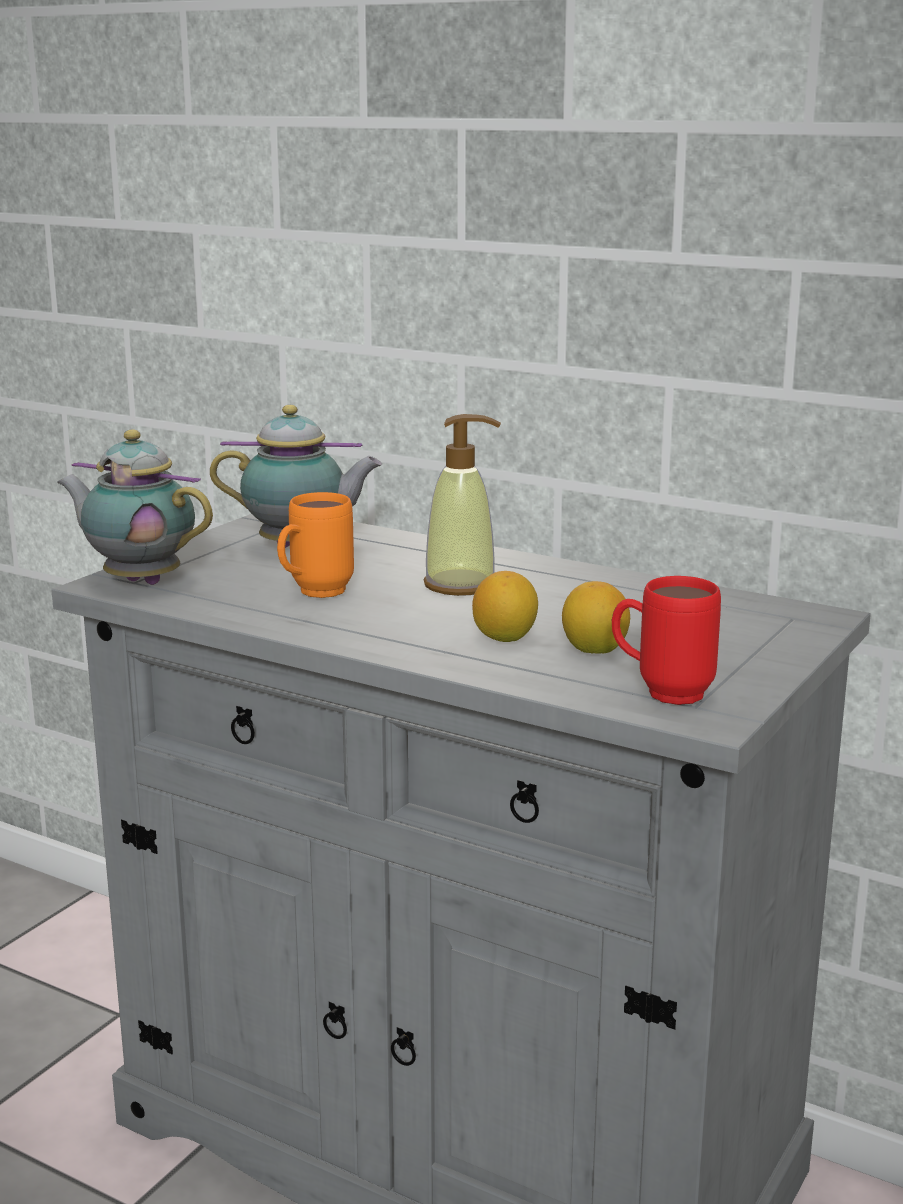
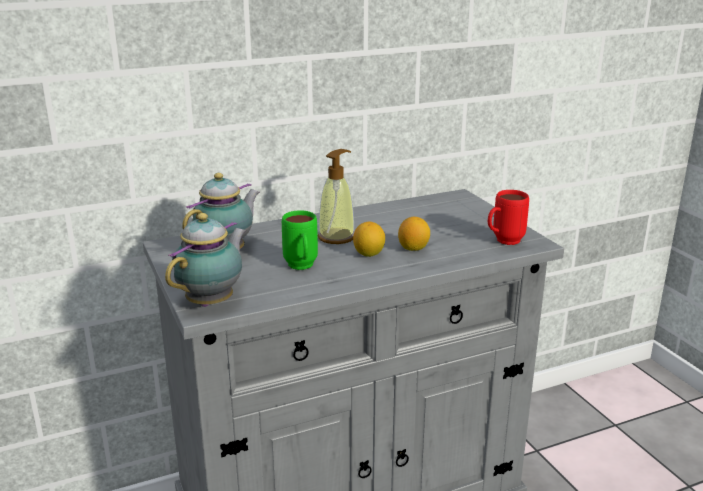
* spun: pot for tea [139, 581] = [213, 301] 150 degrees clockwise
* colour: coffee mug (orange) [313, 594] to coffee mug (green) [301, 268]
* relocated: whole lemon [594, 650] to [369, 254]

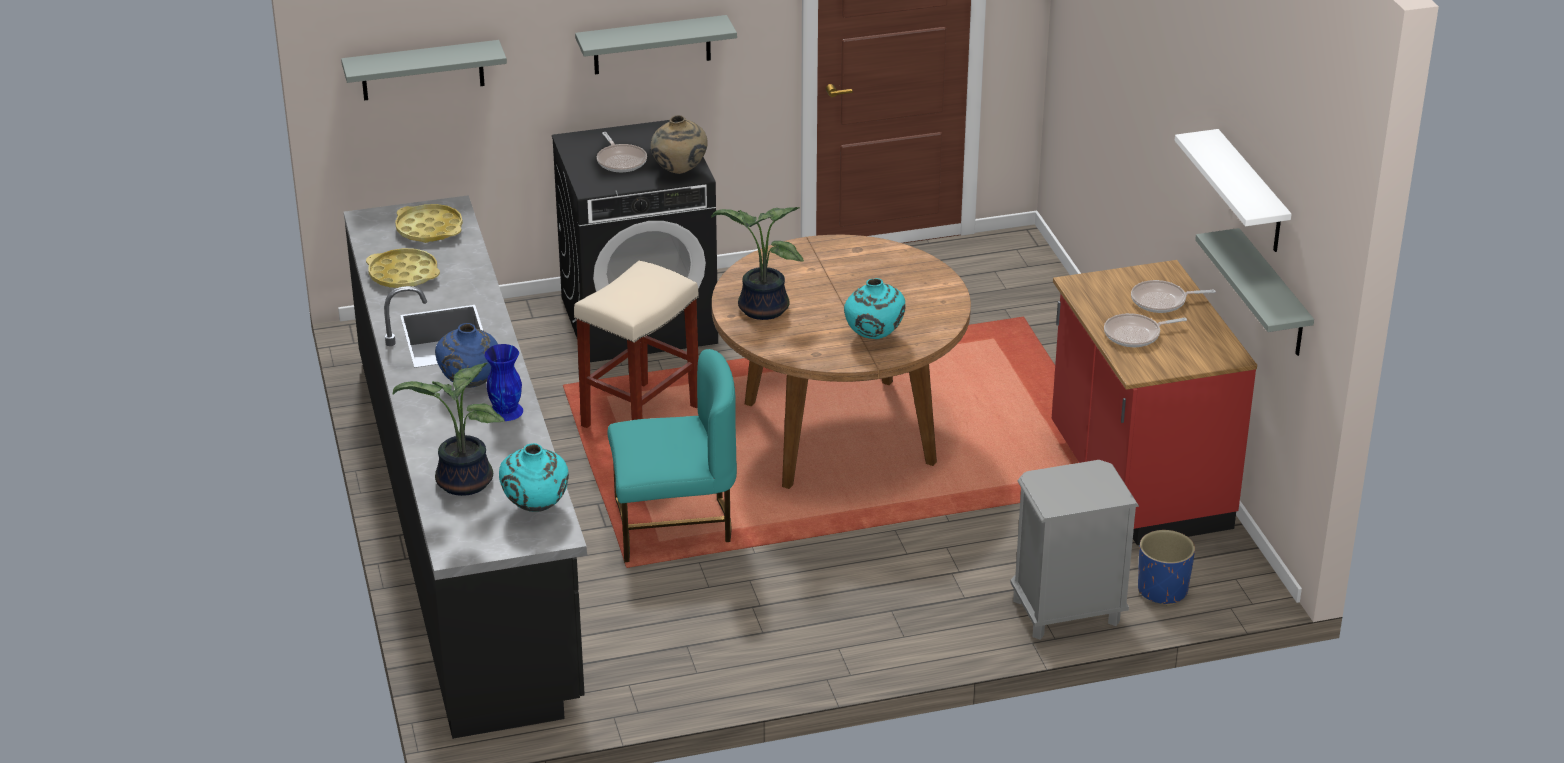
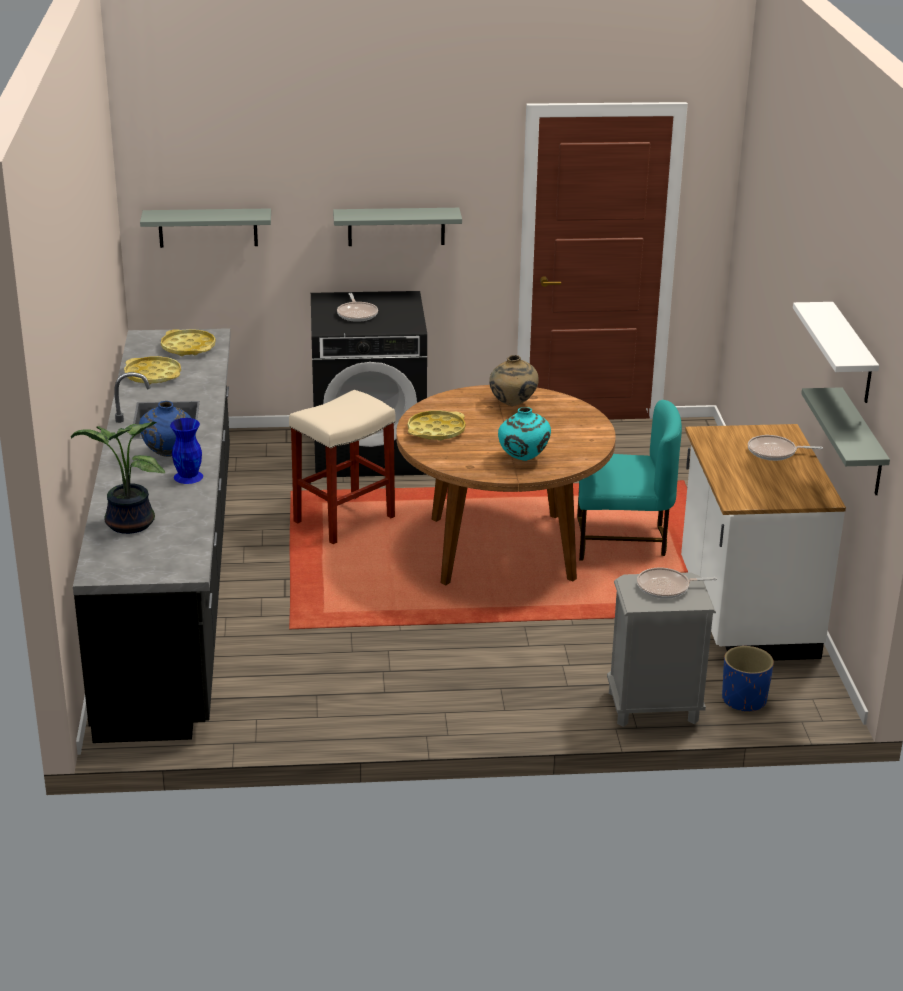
* missing: vase (blue-green) [536, 507]
* relocated: plain chair (blue-green) [673, 526] to [621, 541]
* relocated: vase (sand-coloured) [680, 172] to [513, 405]
* exchanged: houseplant [760, 309] to tray (yellowish) [436, 431]
* colour: kitchen counter (red) [1136, 482] to kitchen counter (whitish) [744, 613]
* relocated: pan [1135, 335] to [666, 587]

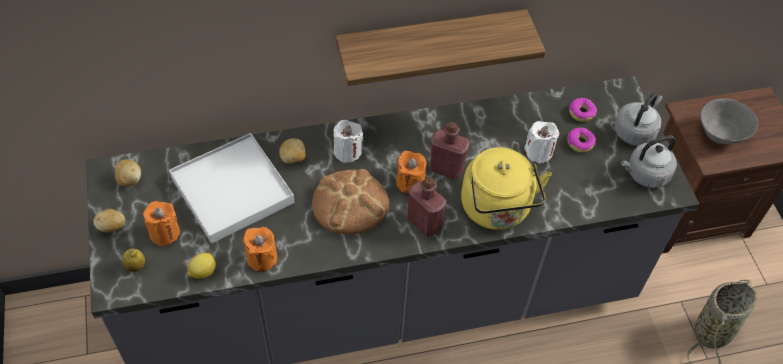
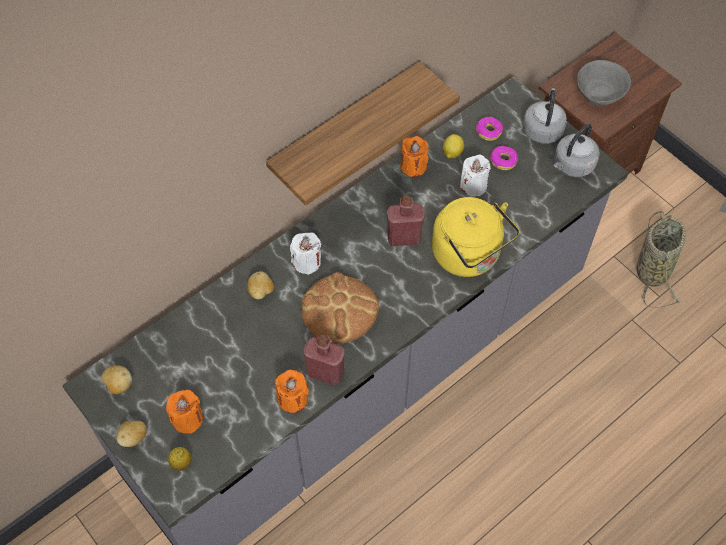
* missing: tray (whitish) [232, 190]
* relocated: whole lemon [202, 272] to [452, 153]
* relocated: wax light (orange) [410, 183] to [413, 166]
* relocated: bottle (red) [424, 222] to [325, 372]

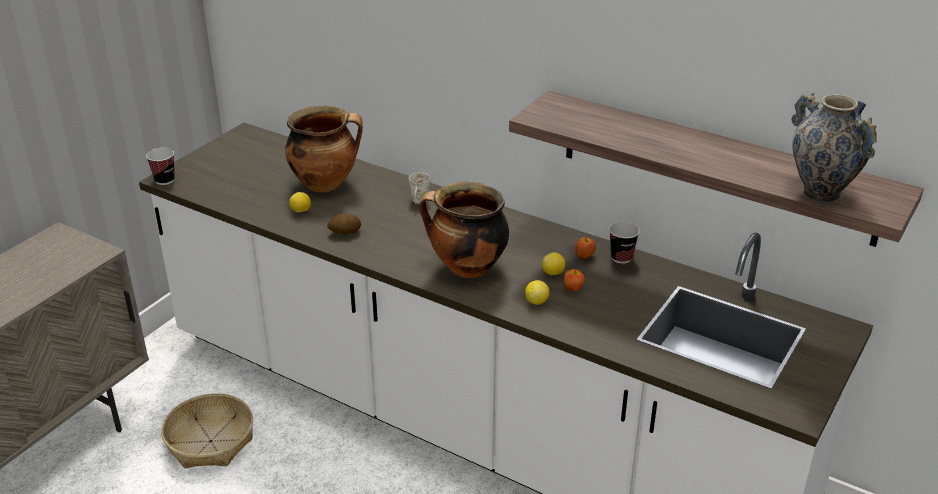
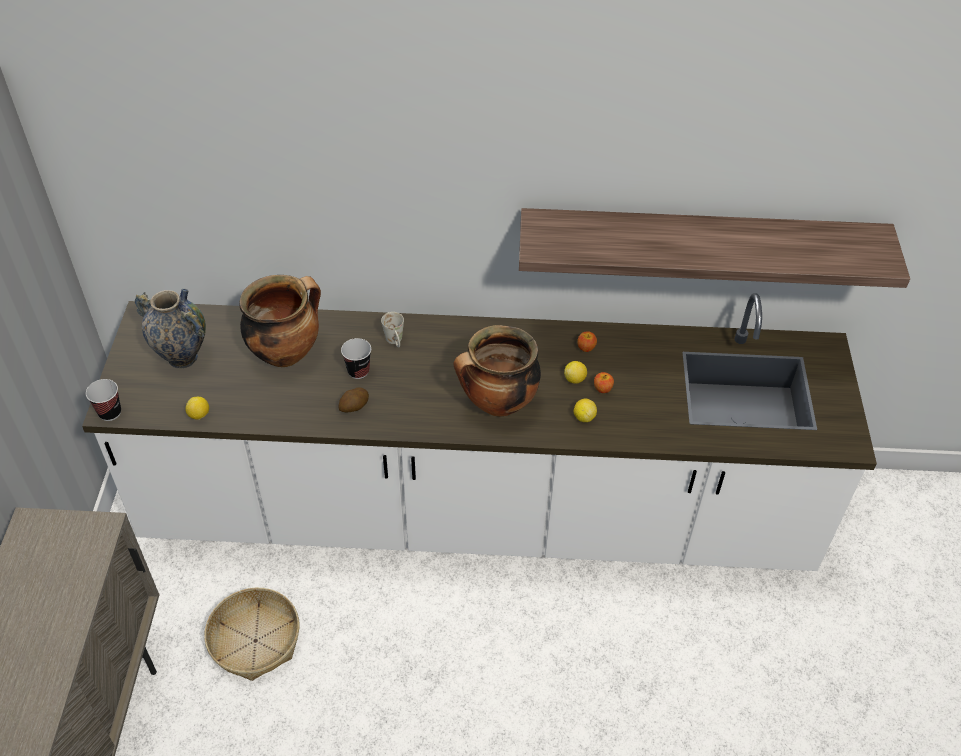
* relocated: whole lemon [300, 211] to [199, 415]
* relocated: cup [621, 257] to [358, 371]
* relocated: vase [821, 192] to [182, 357]

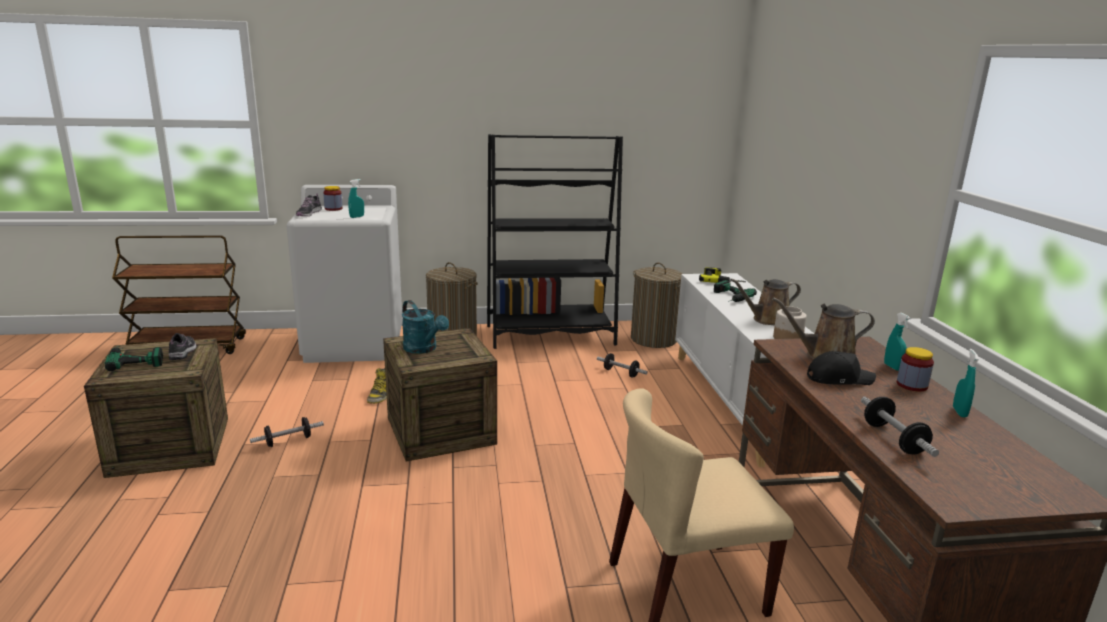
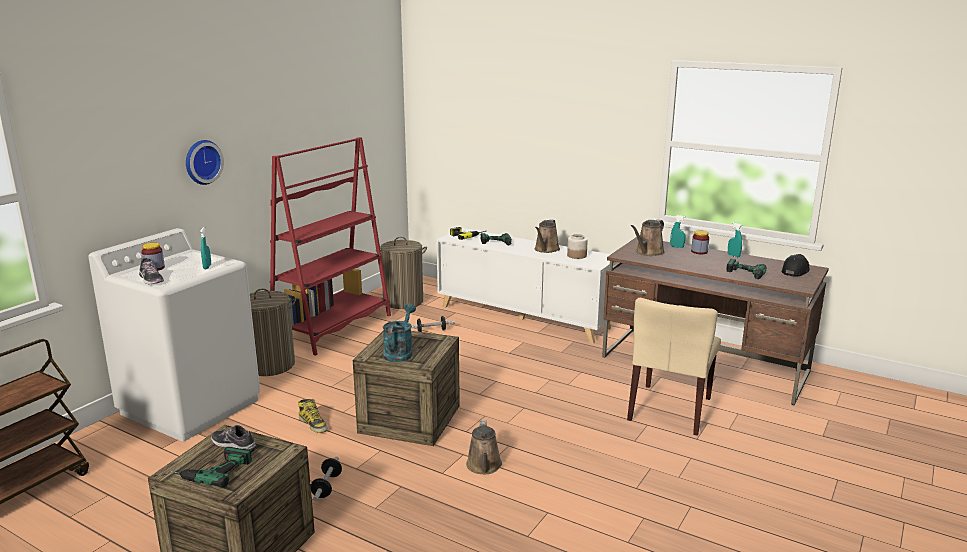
* spun: watering pot (blue-green) [423, 349] = [399, 352] 75 degrees counterclockwise
* colour: bookcase (black-coloured) [550, 335] to bookcase (red) [333, 329]
* relocated: peaked cap (black-coloured) [838, 378] to [795, 271]
* exchanged: dumbbell [893, 439] to electric drill [744, 275]
* appeared: wall clock [202, 162]
* appeared: watering pot (brown) [484, 466]

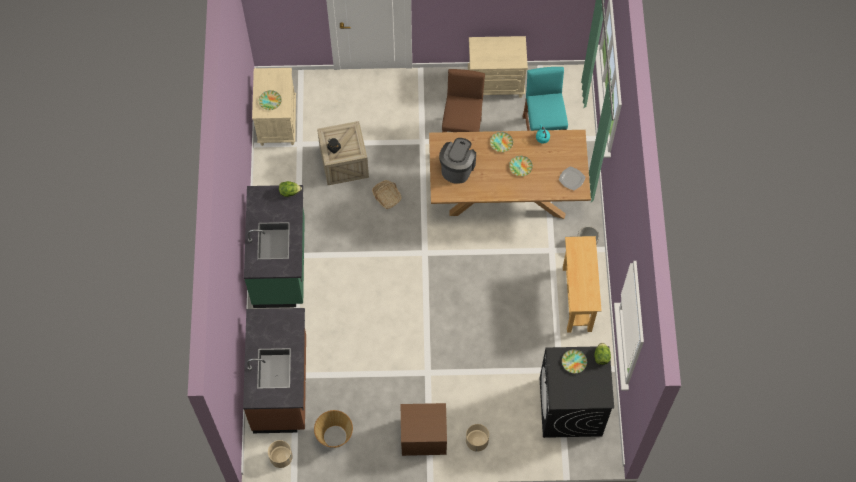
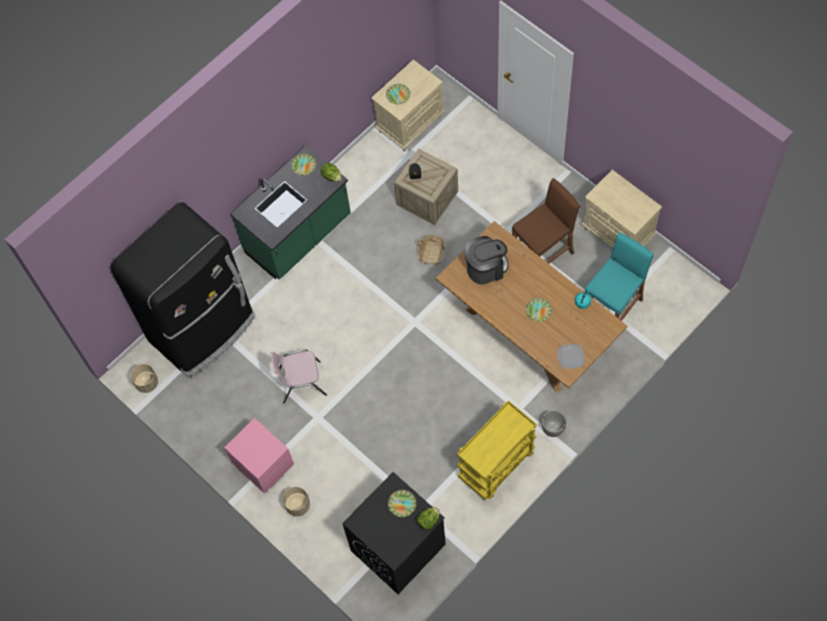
* exchanged: kitchen counter (brown) [281, 385] to refrigerator (black-coloured) [203, 329]
* missing: household basket [334, 437]
* colour: bedside table (brown) [423, 437] to bedside table (pinkish) [262, 464]
* relocated: flat dish [501, 143] to [303, 165]
* exchanged: console table (sand-coloured) [577, 299] to wheeled cart (yellowish) [496, 466]
* appeared: plain chair (pinkish) [301, 382]

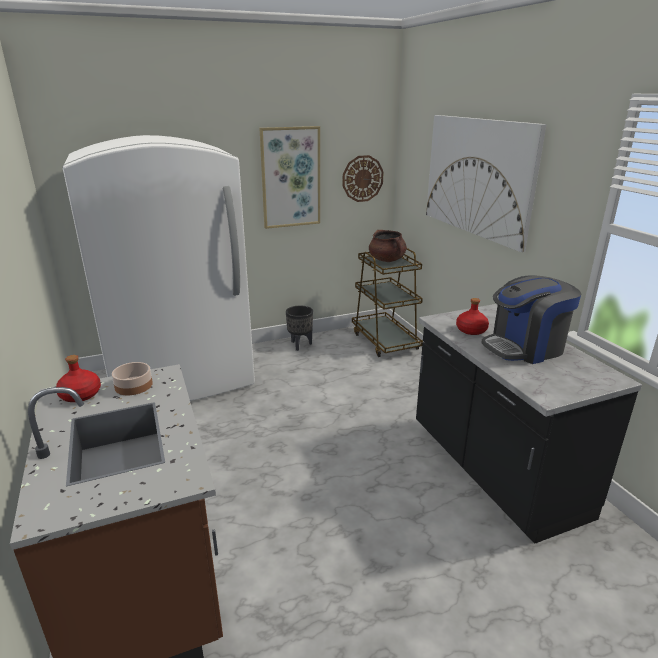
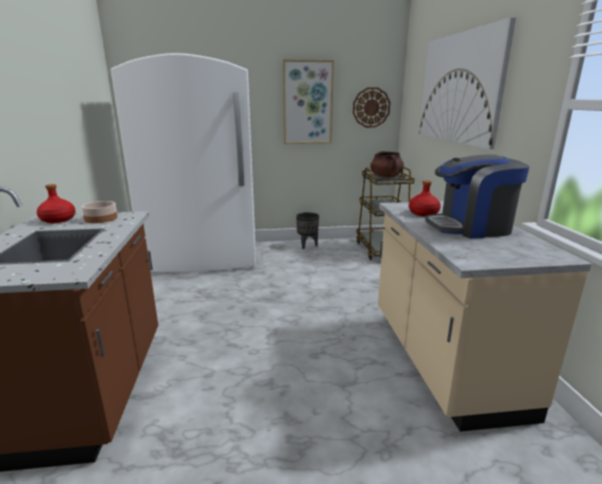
* colour: kitchen counter (black-coloured) [494, 471] to kitchen counter (sand-coloured) [442, 360]

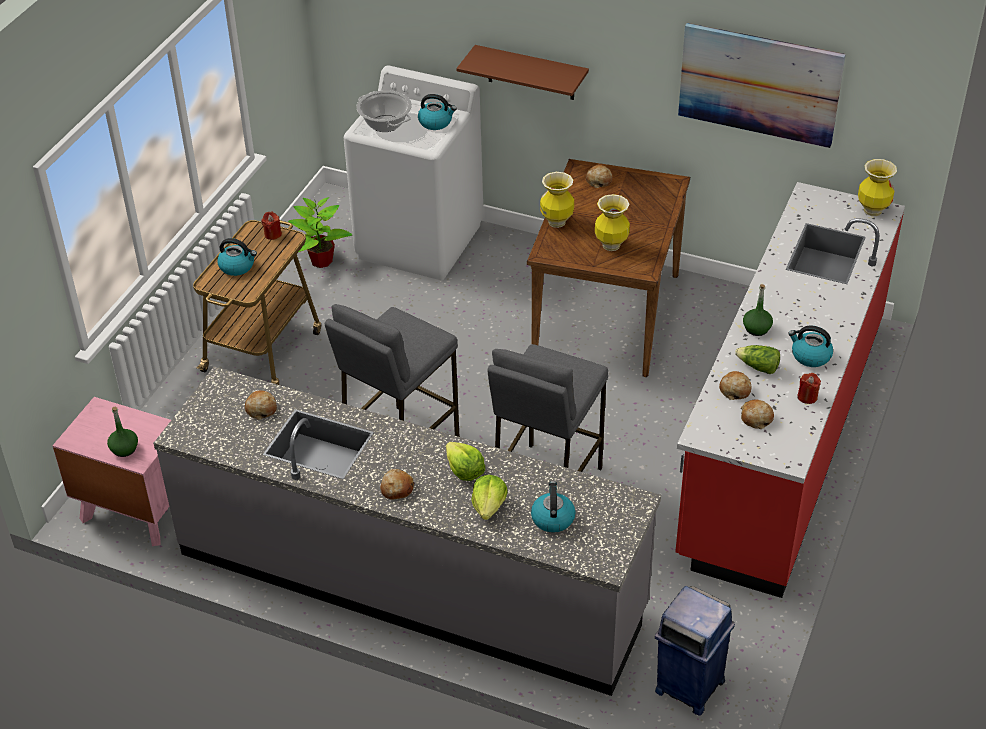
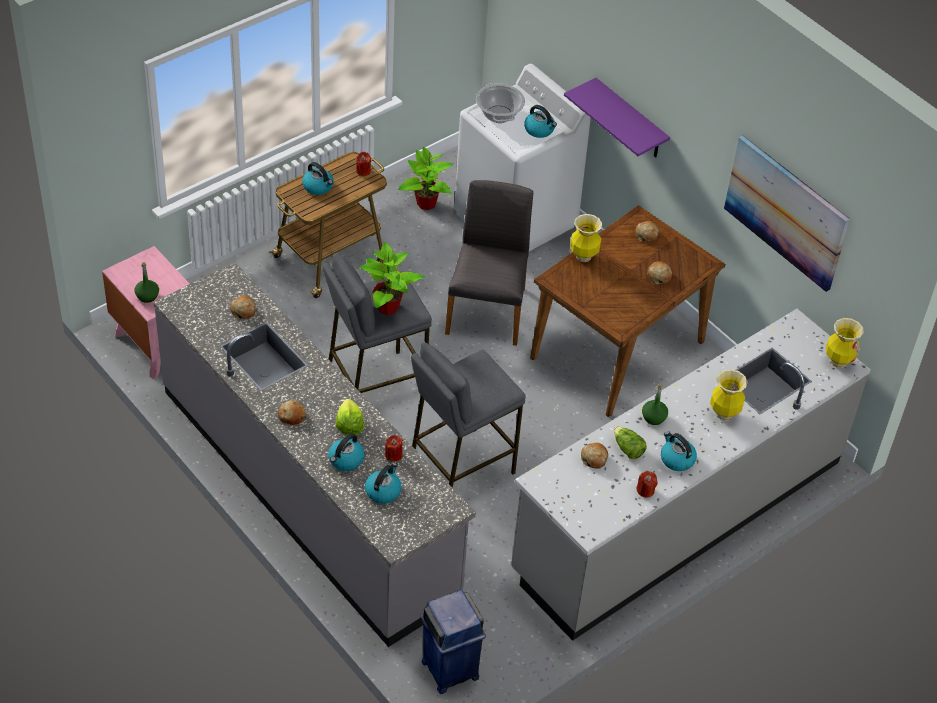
* colour: bracket shelf (brown) [531, 73] to bracket shelf (purple-coloured) [630, 120]
* exchanged: lettuce [489, 506] to tea kettle [345, 460]
* relocated: vase [611, 245] to [724, 413]
* colour: kitchen counter (red) [781, 436] to kitchen counter (gray) [677, 515]
* relocated: baked bread [756, 418] to [658, 276]
* appeared: houseplant [388, 307]
* appeared: wax light (red) [393, 455]
* appeared: plain chair (gray) [487, 309]

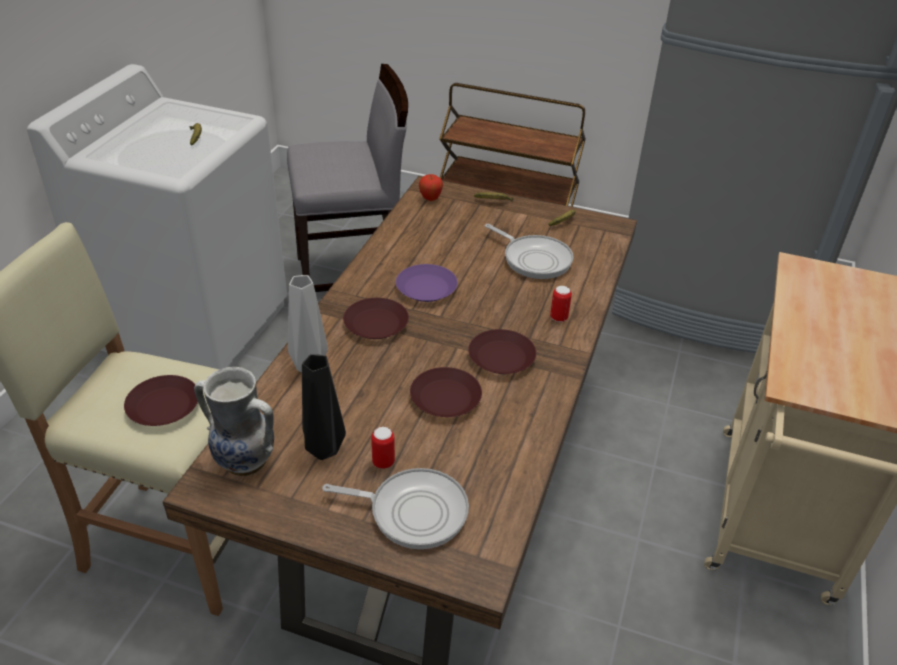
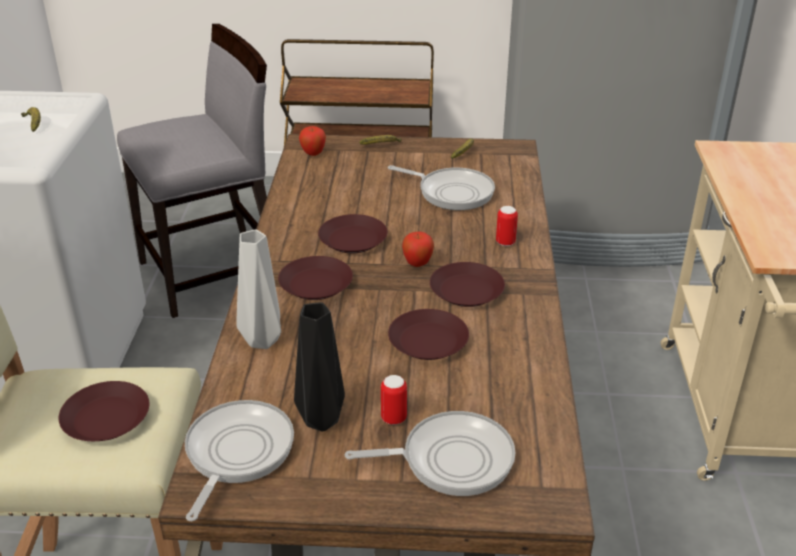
* exchanged: vase [244, 462] to pan [236, 453]
* colour: flat dish (purple-coloured) [427, 288] to flat dish (brown) [353, 239]
* appeared: apple [417, 264]

